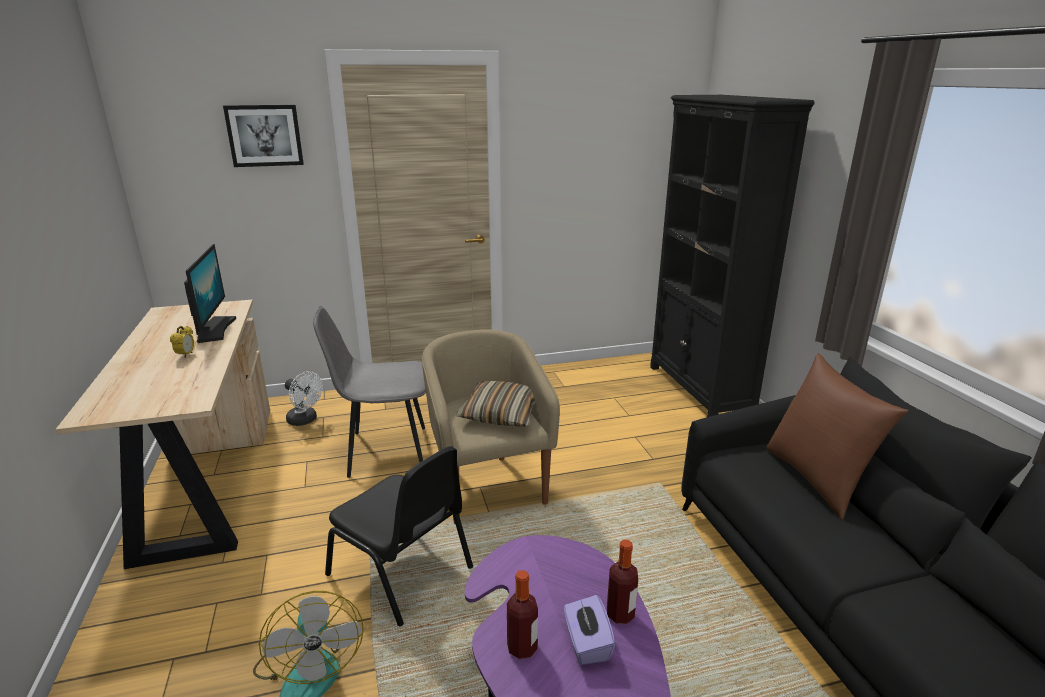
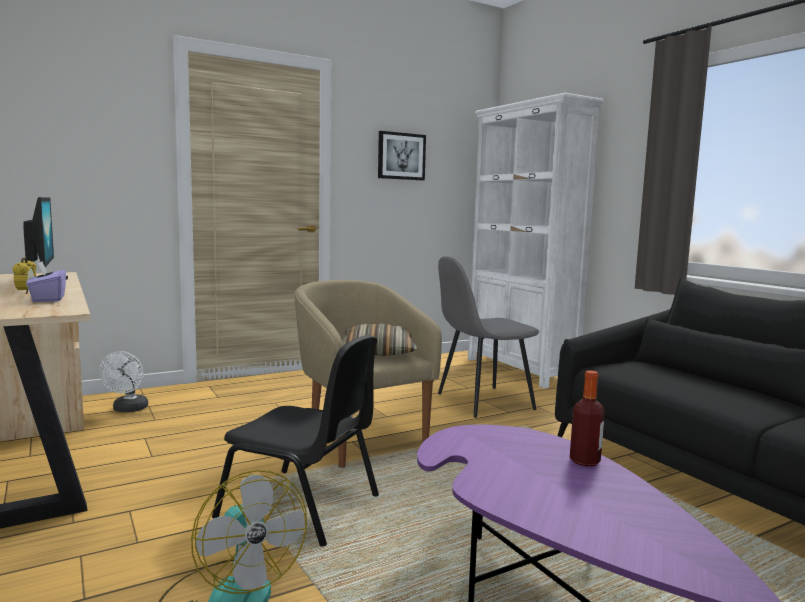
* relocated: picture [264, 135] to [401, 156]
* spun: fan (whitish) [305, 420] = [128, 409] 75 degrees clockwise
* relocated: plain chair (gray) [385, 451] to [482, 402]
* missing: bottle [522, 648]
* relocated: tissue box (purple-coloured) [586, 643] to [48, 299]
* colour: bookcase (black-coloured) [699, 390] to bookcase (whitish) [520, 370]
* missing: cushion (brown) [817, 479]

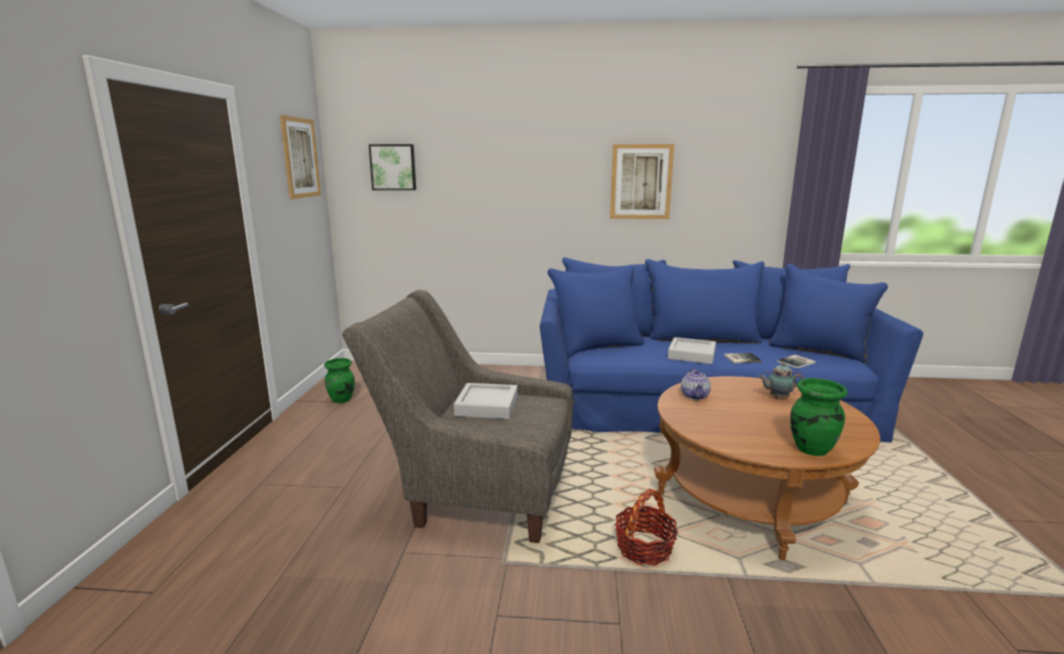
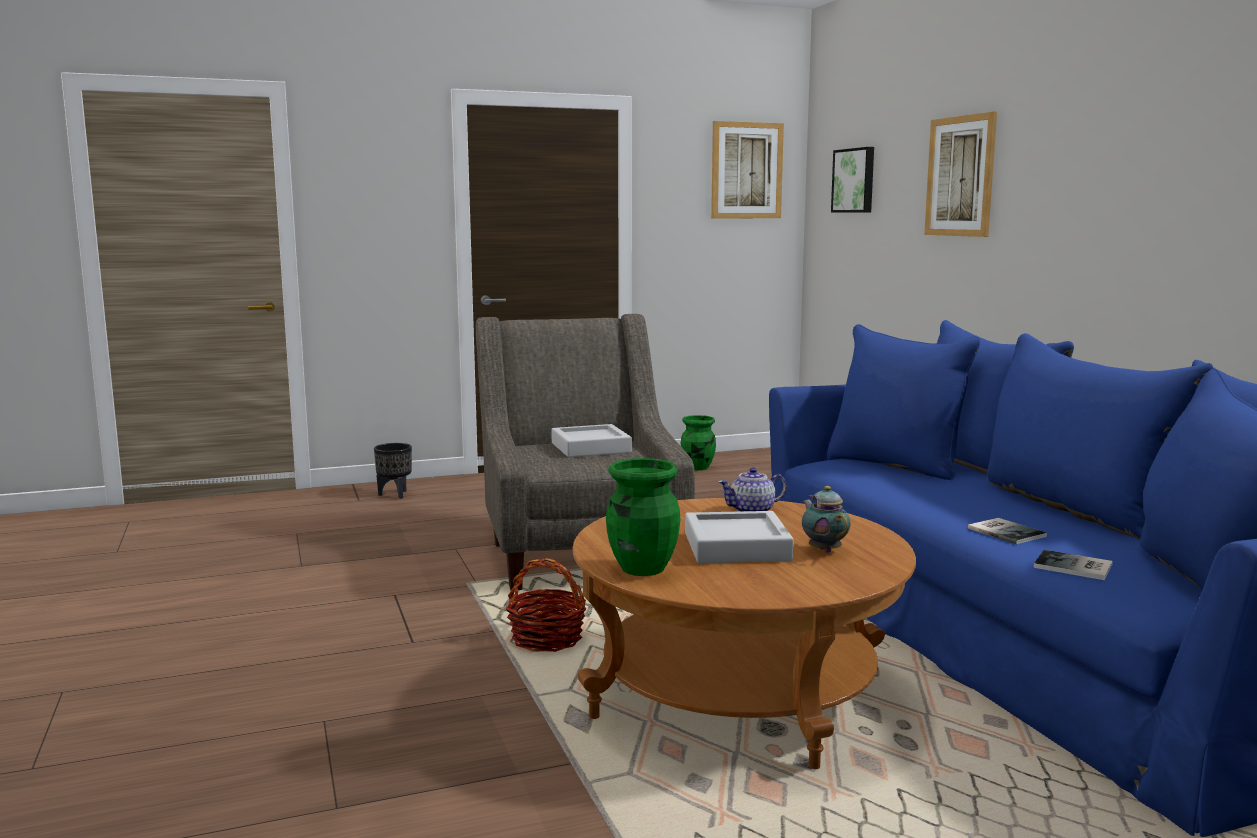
* relocated: picture [641, 182] to [960, 176]
* relocated: tray (gray) [691, 355] to [736, 547]
* appeared: flower pot (black-coloured) [395, 494]

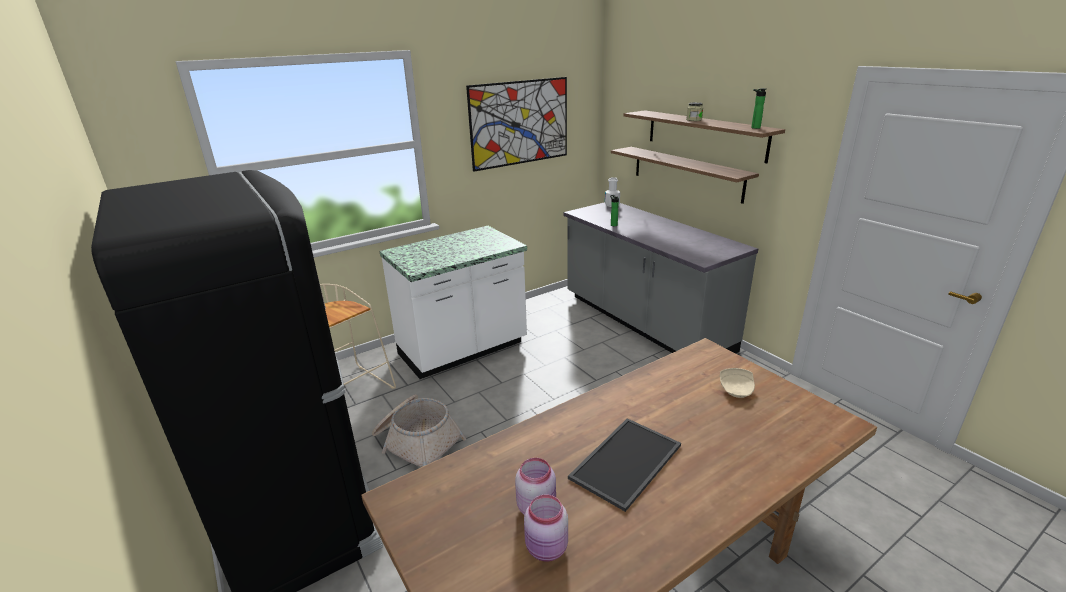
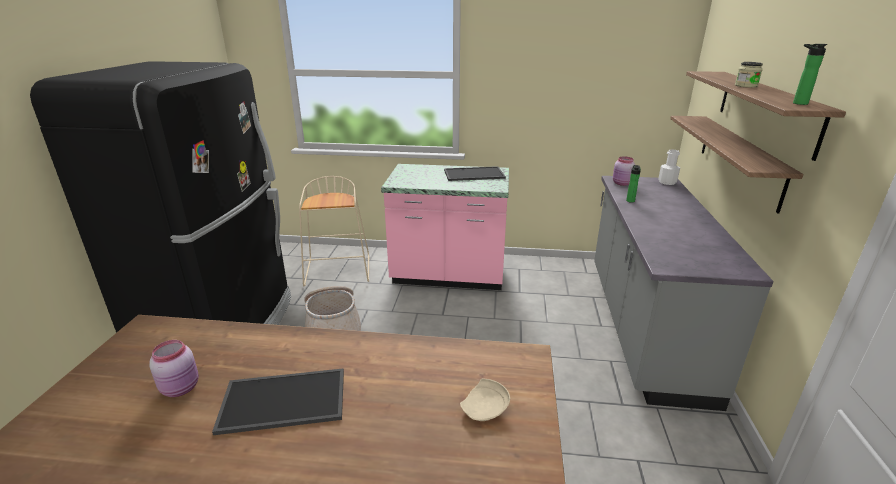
* colour: kitchen counter (whitish) [463, 350] to kitchen counter (pinkish) [448, 276]
* missing: picture [520, 123]
* relocated: preserve jar (pinkish) [547, 549] to [621, 183]
* appeared: tray [473, 174]

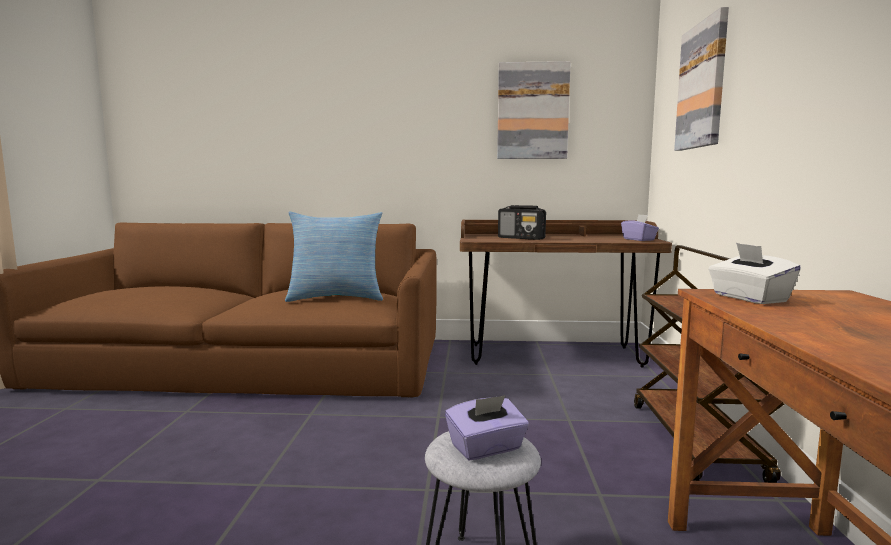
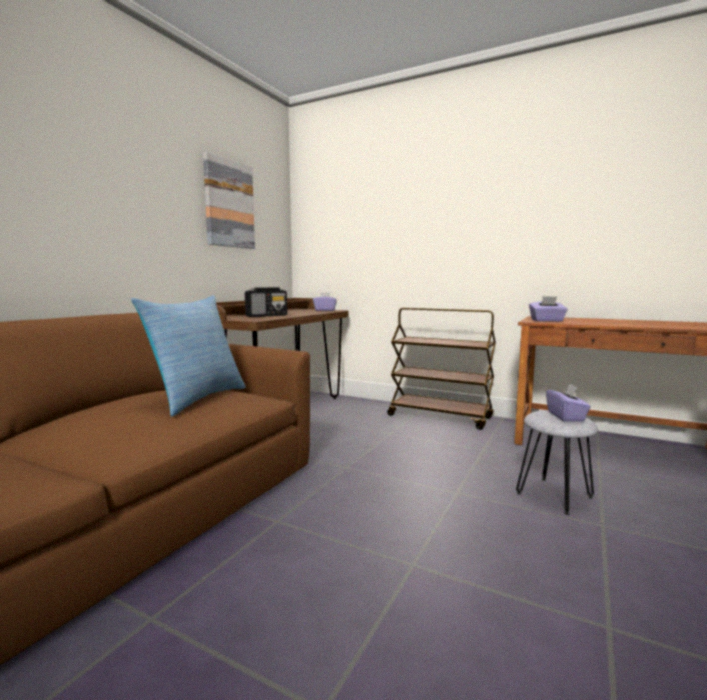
* missing: picture [702, 86]
* colour: tissue box (whitish) [749, 298] to tissue box (purple-coloured) [547, 321]

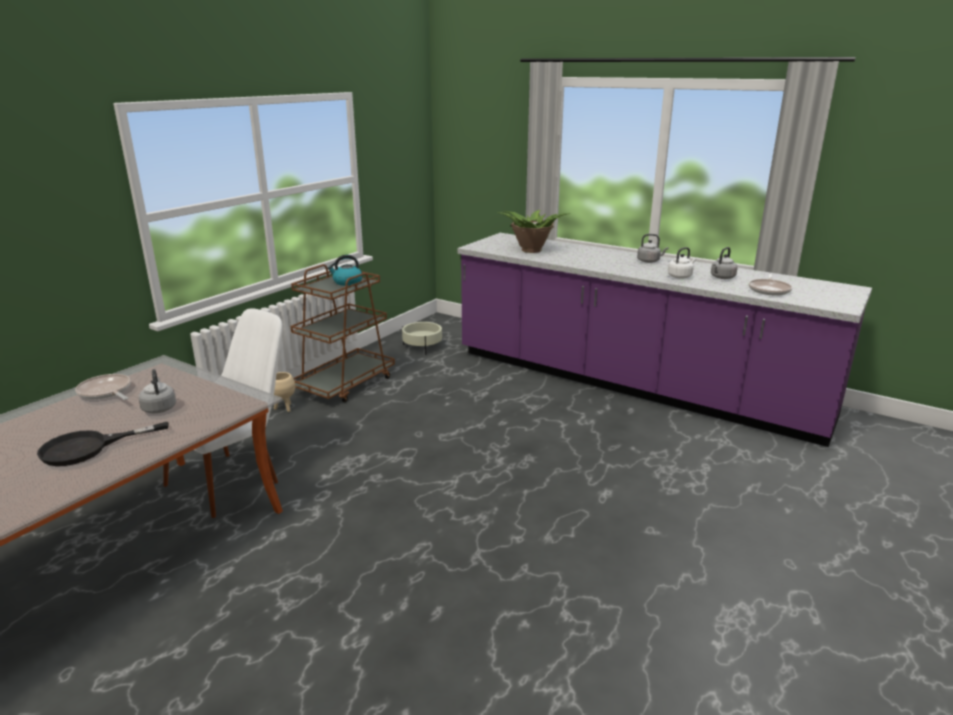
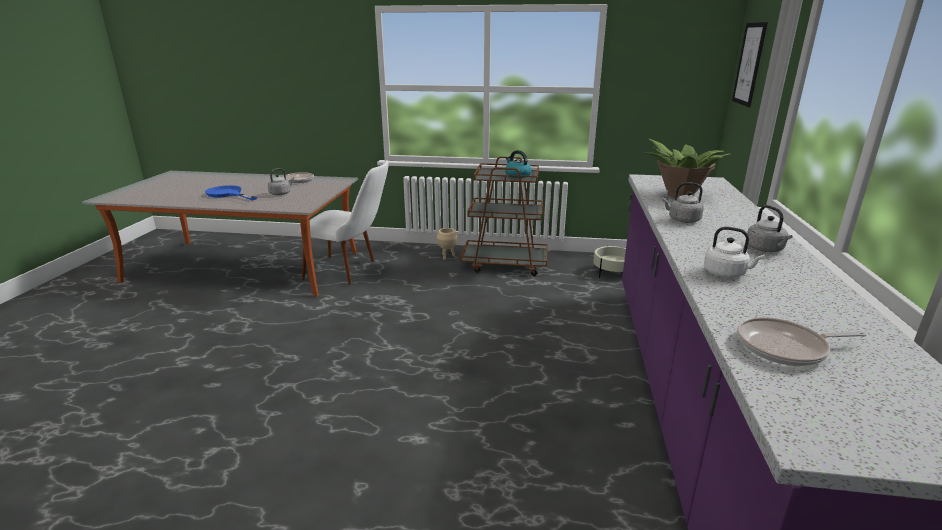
* colour: pan (black-coloured) [87, 448] to pan (blue-coloured) [228, 194]
* relocated: tea kettle (gray) [721, 277] to [682, 220]
* appeared: picture [749, 64]

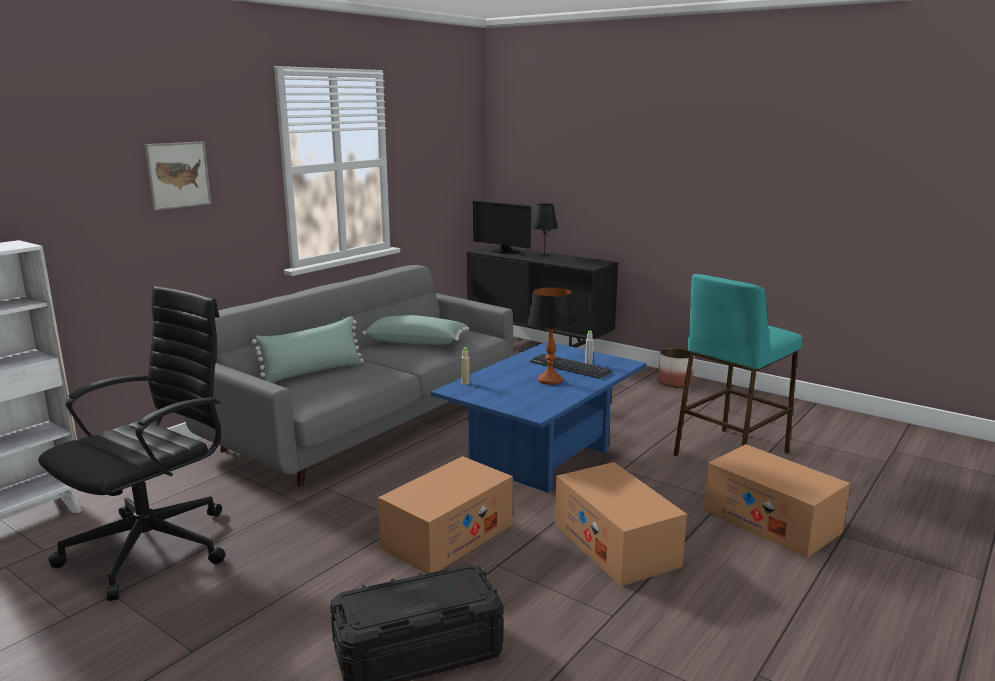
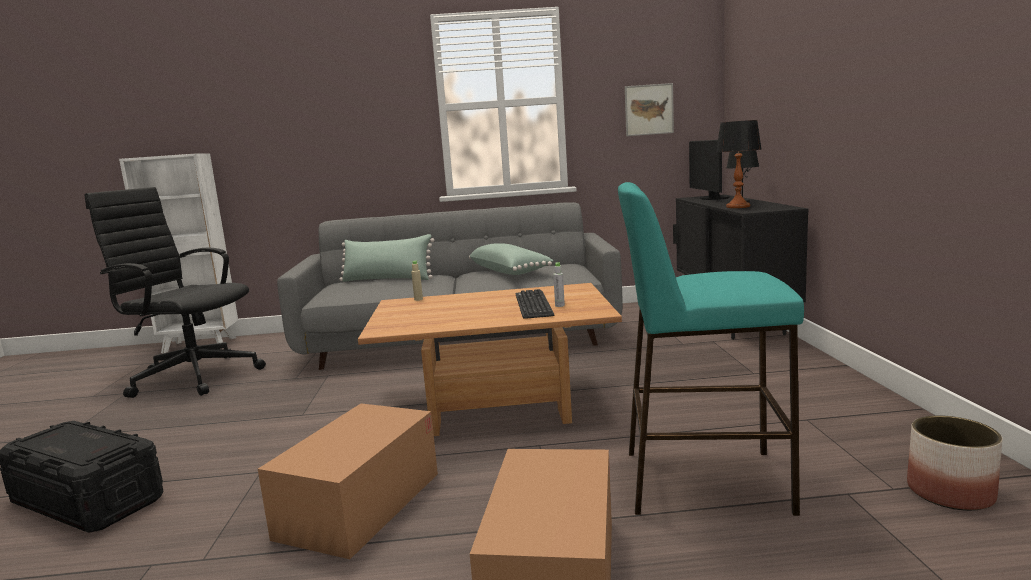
* spun: desk chair (black-coloured) [155, 546] = [193, 376] 150 degrees counterclockwise
* relocated: picture [178, 175] to [649, 110]
* missing: carton [447, 536]
* colour: low table (blue-coloured) [542, 459] to low table (brown) [497, 408]
* relocated: table lamp [549, 380] to [738, 206]
* relocated: flower pot [674, 382] to [949, 492]

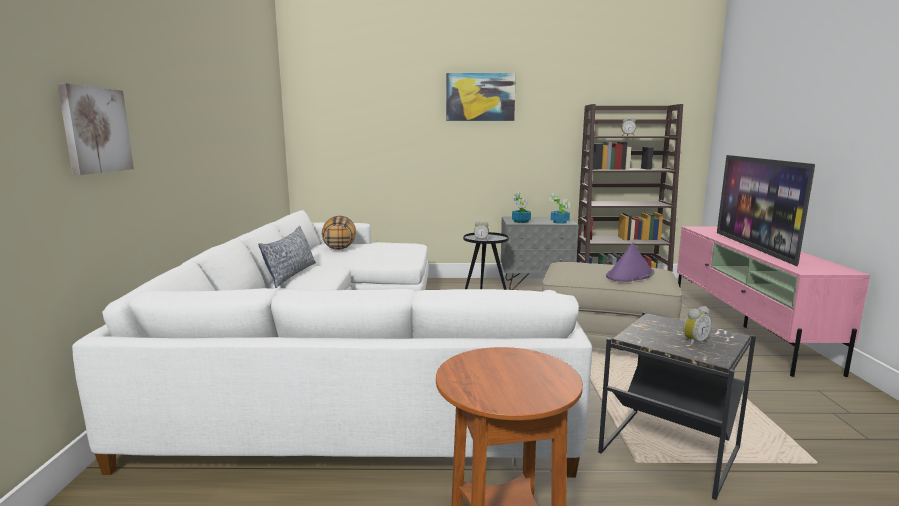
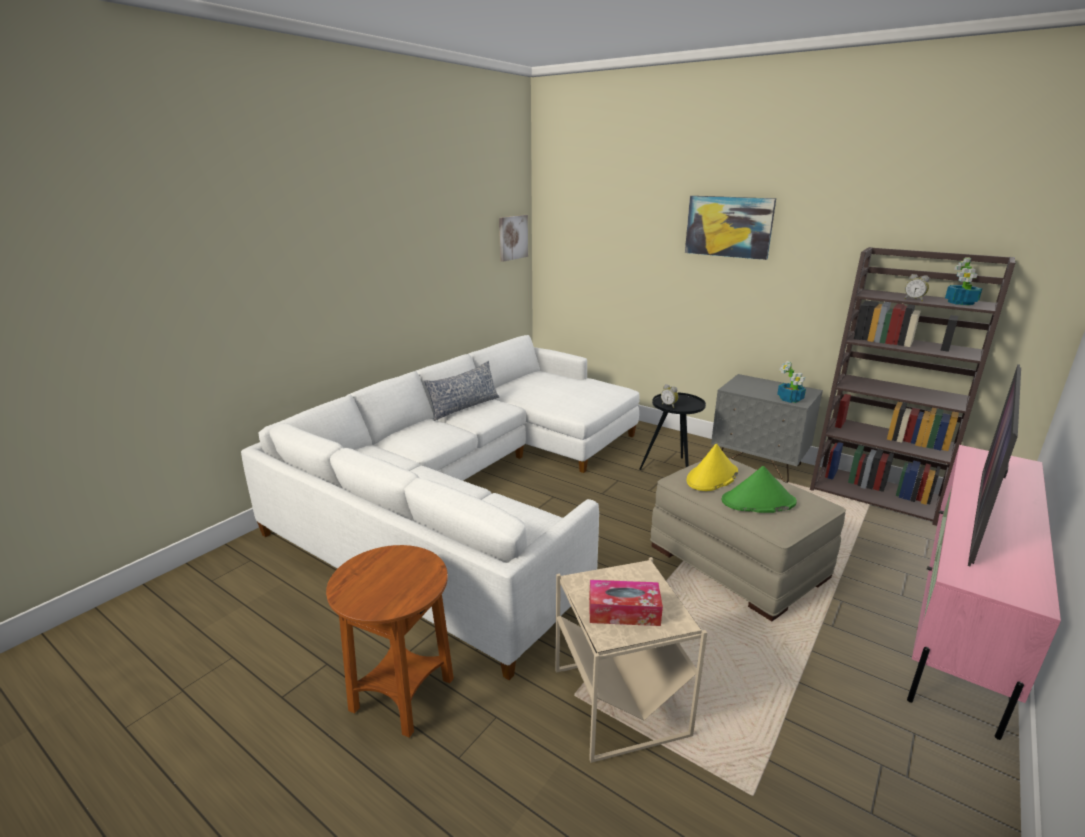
* relocated: picture [95, 130] to [512, 237]
* missing: cushion [339, 247]
* relocated: houseplant [521, 221] to [960, 303]
* colour: side table (black-coloured) [670, 452] to side table (sand-coloured) [619, 703]
* colour: clothing hat (purple-coloured) [630, 275] to clothing hat (green) [758, 502]
* exchanged: bedside clock [693, 342] to tissue box [624, 611]
* appeared: clothing hat (yellowish) [712, 477]

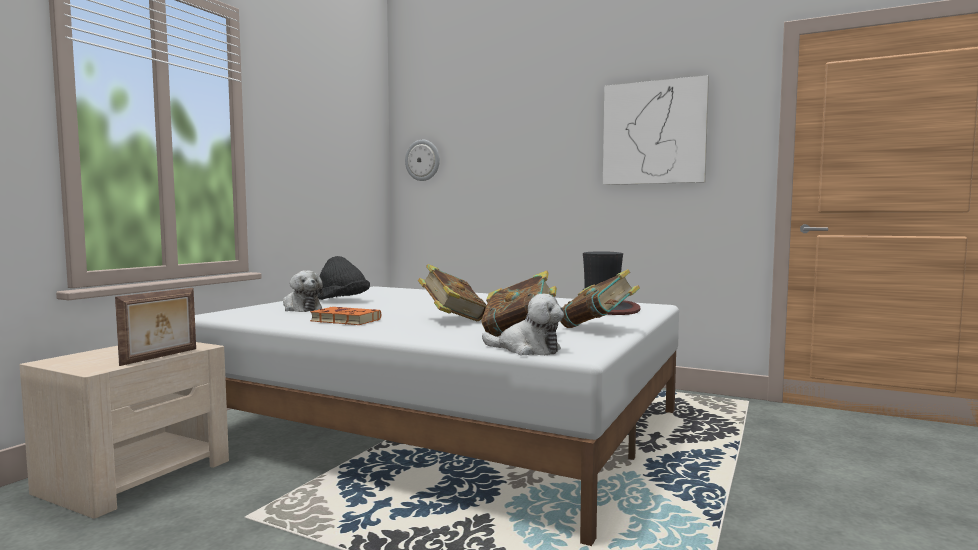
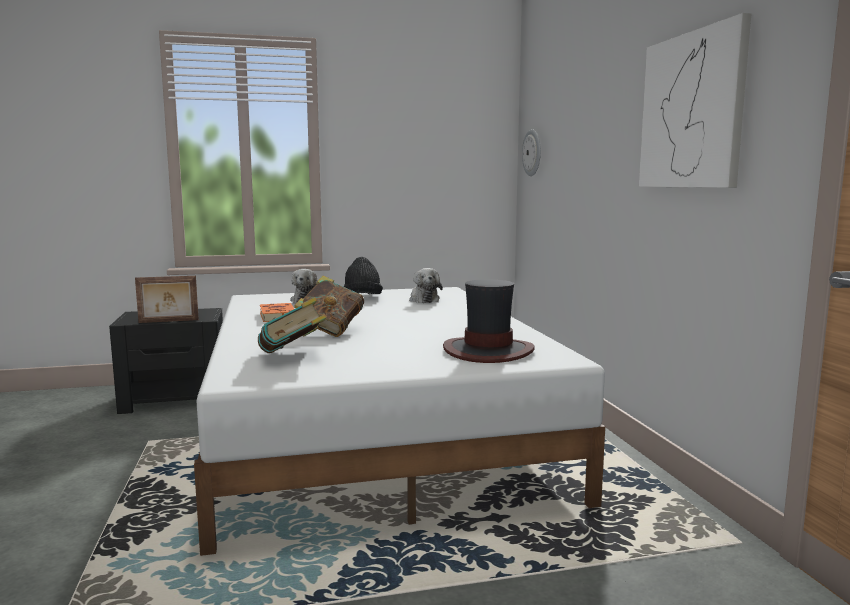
* colour: bedside table (sand-coloured) [137, 476] to bedside table (black-coloured) [176, 398]
* relocated: soft toy [527, 349] to [423, 300]
* missing: book [597, 329]

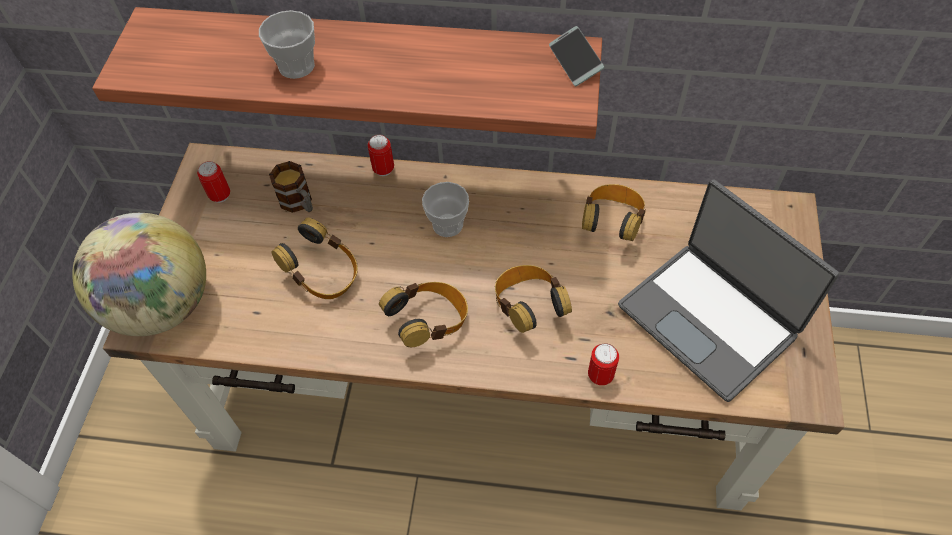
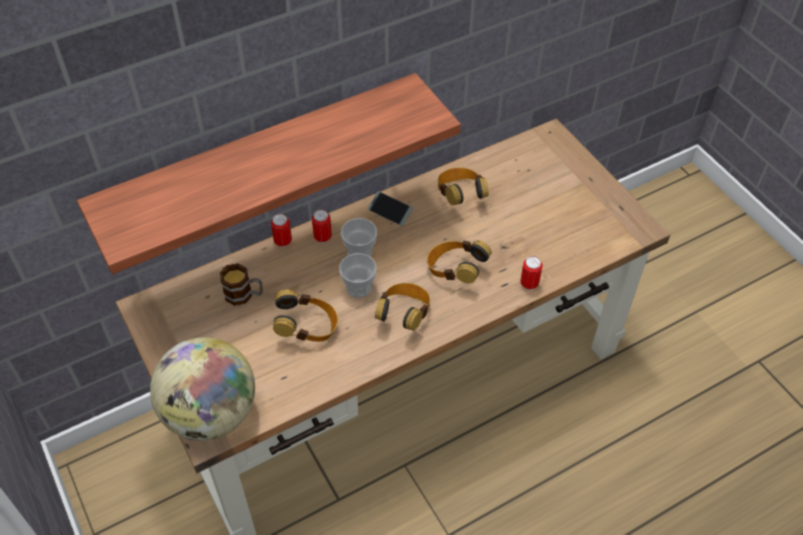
* relocated: sealed can [220, 195] to [322, 237]
* relocated: cup [296, 66] to [358, 287]
* relocated: handset [575, 61] to [390, 211]
* missing: laptop [709, 319]

